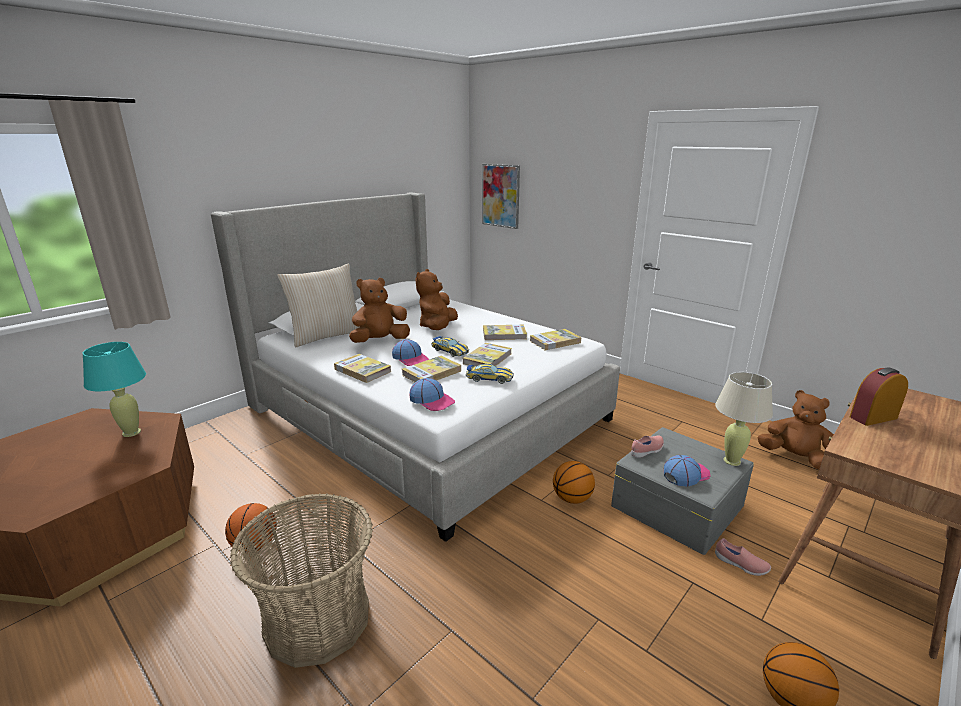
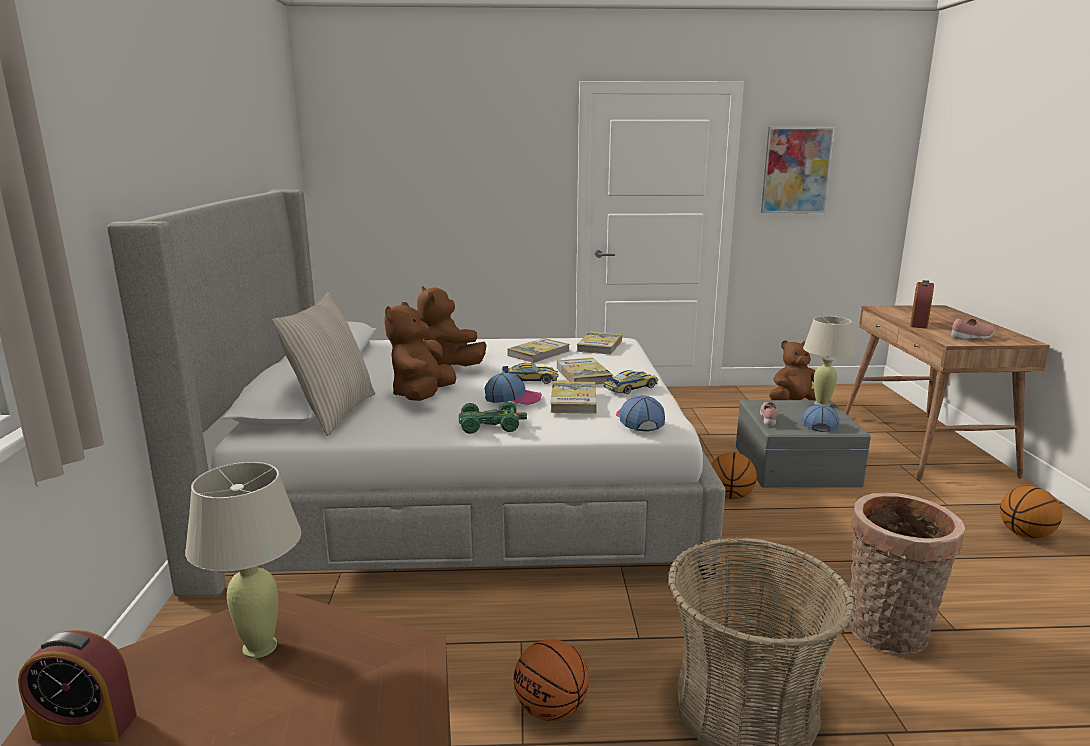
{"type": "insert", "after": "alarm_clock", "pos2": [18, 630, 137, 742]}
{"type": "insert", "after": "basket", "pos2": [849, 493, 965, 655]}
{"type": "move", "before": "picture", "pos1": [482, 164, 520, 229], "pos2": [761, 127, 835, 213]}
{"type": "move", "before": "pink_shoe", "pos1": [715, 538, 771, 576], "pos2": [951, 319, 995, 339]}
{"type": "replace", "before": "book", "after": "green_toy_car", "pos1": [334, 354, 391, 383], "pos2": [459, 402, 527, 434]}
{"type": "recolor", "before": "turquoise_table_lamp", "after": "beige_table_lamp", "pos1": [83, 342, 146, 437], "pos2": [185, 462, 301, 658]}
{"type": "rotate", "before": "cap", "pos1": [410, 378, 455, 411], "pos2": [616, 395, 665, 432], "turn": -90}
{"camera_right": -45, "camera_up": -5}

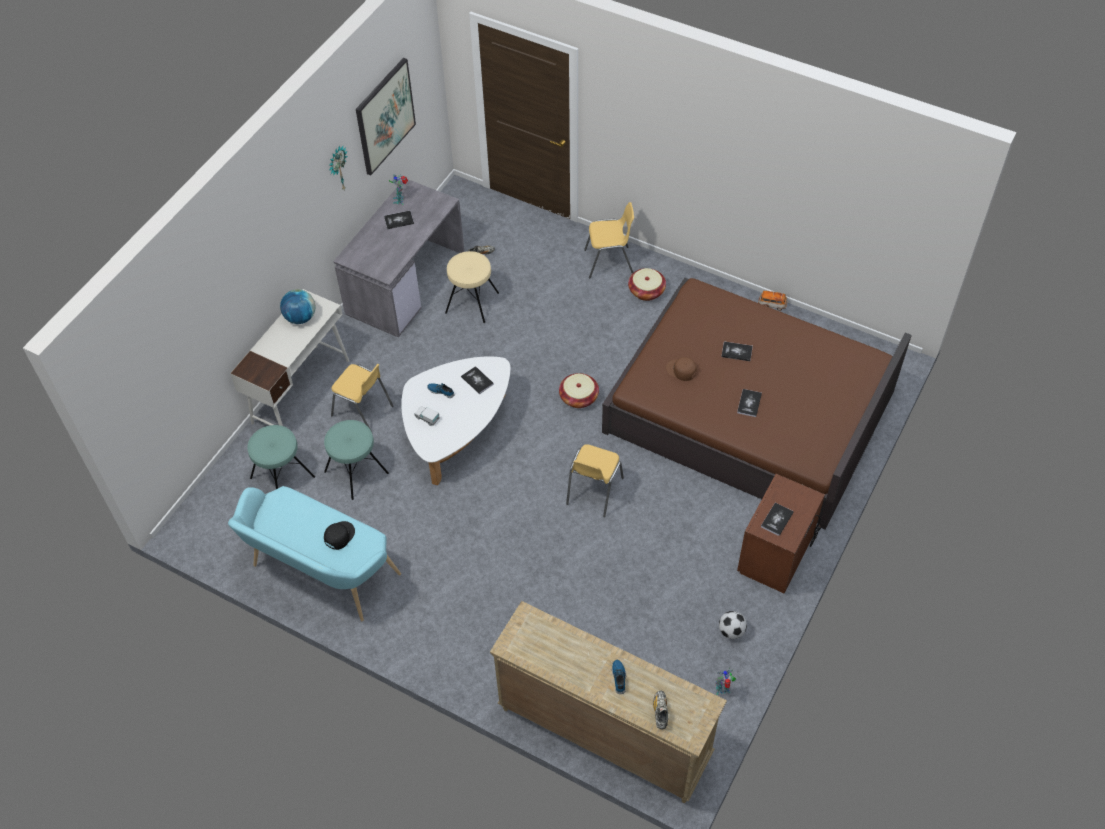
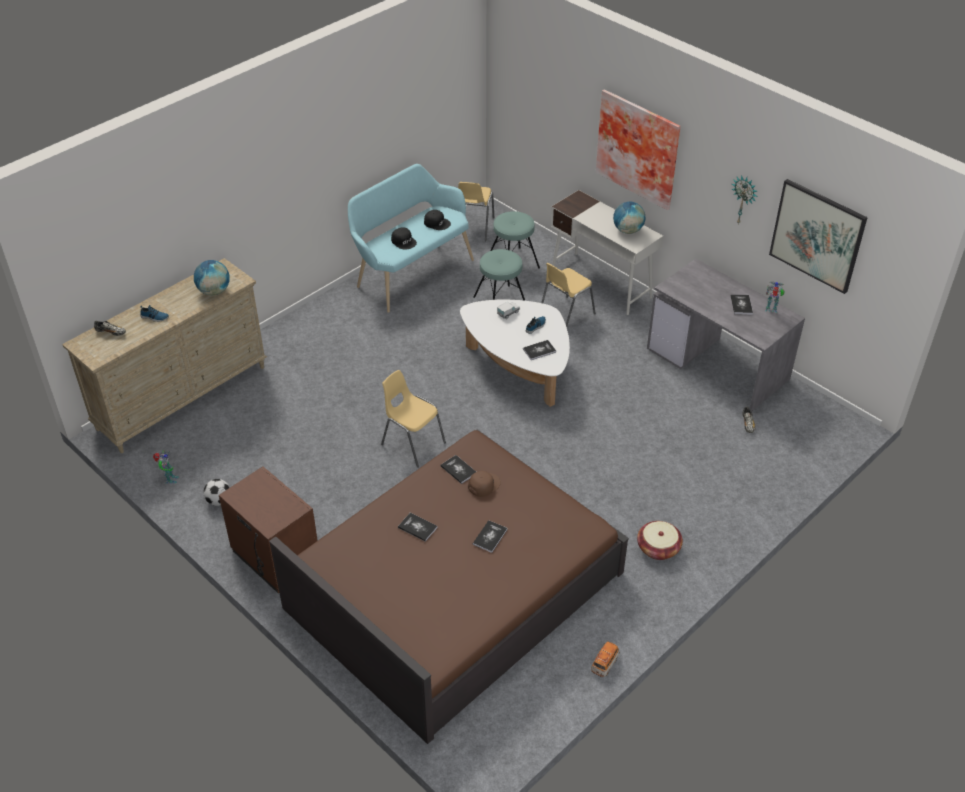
{"type": "delete", "before": "beige_stool", "pos1": [445, 251, 499, 323]}
{"type": "delete", "before": "basket", "pos1": [559, 373, 599, 408]}
{"type": "insert", "after": "globe", "pos2": [194, 260, 230, 295]}
{"type": "insert", "after": "black_cap", "pos2": [424, 210, 451, 230]}
{"type": "insert", "after": "picture", "pos2": [596, 89, 681, 210]}
{"type": "move", "before": "yellow_chair", "pos1": [584, 202, 634, 278], "pos2": [458, 182, 494, 241]}
{"type": "move", "before": "book", "pos1": [761, 502, 794, 536], "pos2": [440, 455, 476, 484]}
{"camera_right": 105, "camera_up": -10}

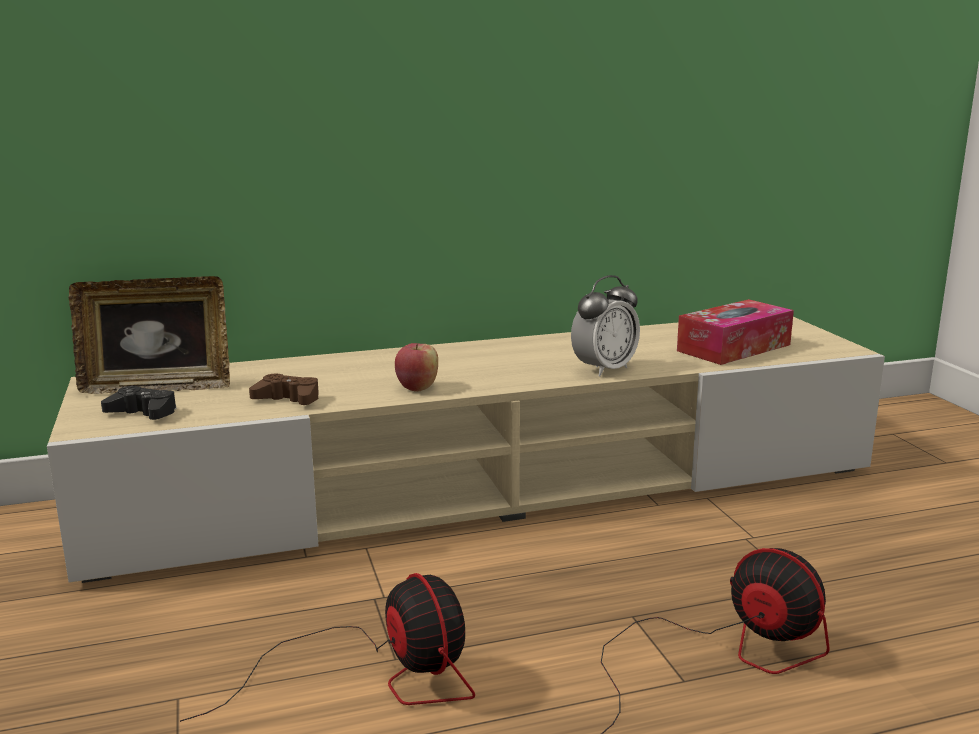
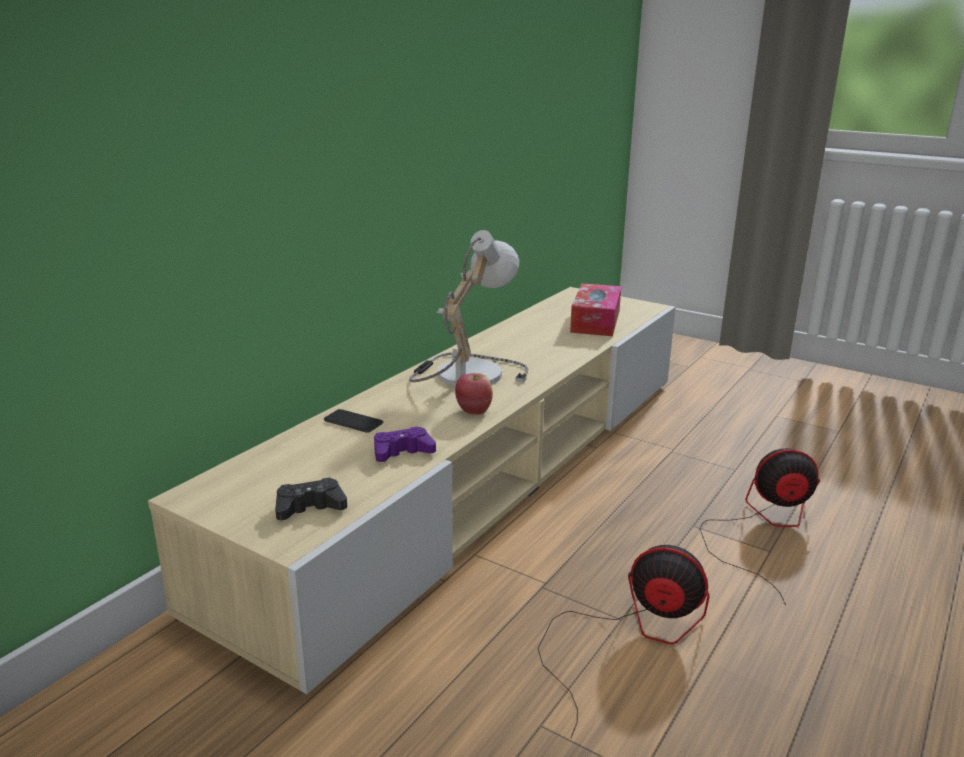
{"type": "delete", "before": "picture_frame", "pos1": [68, 276, 230, 394]}
{"type": "delete", "before": "alarm_clock", "pos1": [571, 275, 640, 377]}
{"type": "insert", "after": "phone", "pos2": [324, 409, 383, 433]}
{"type": "insert", "after": "table_lamp", "pos2": [409, 230, 528, 386]}
{"type": "recolor", "before": "brown_game_controller", "after": "purple_game_controller", "pos1": [249, 373, 319, 405], "pos2": [374, 426, 436, 462]}
{"camera_right": -40, "camera_up": 5}

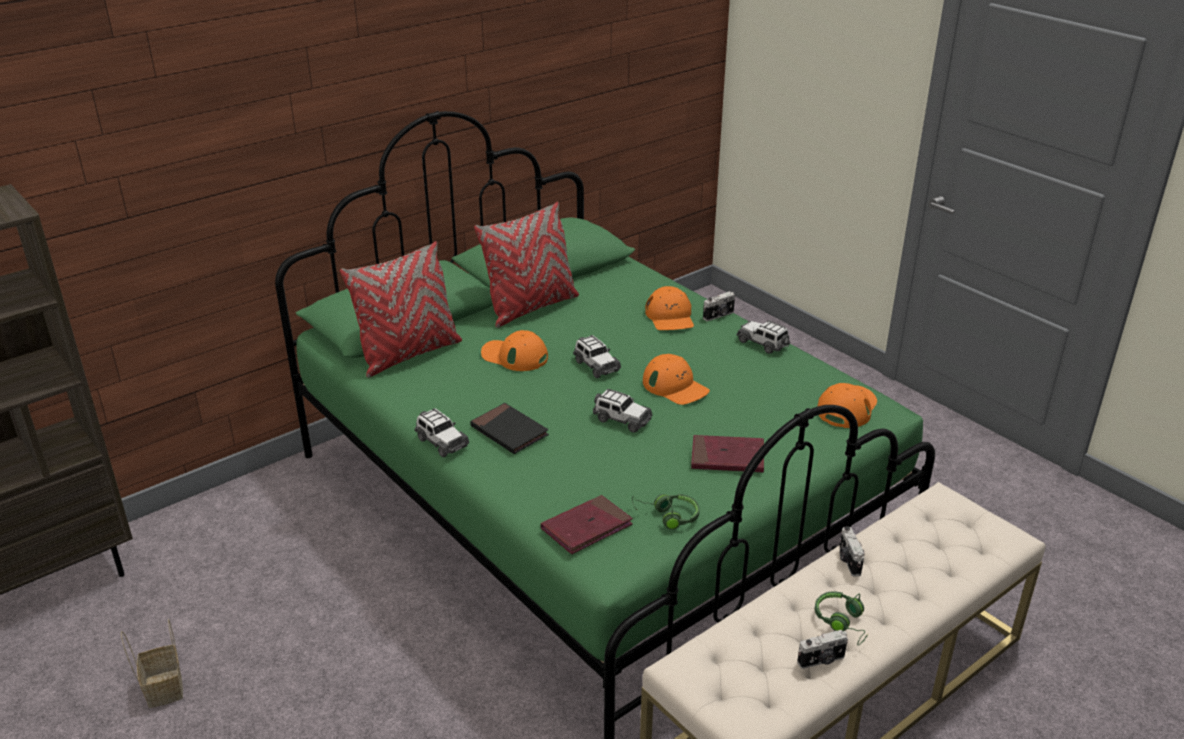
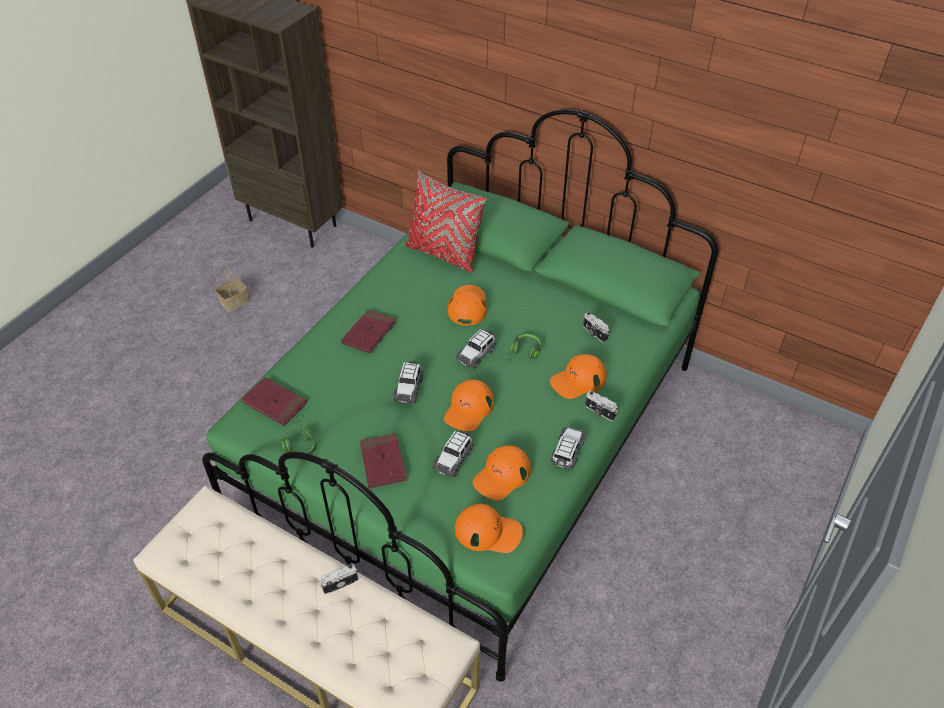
{"type": "delete", "before": "red_pillow", "pos1": [474, 202, 579, 328]}
{"type": "insert", "after": "orange_cap", "pos2": [473, 445, 531, 501]}
{"type": "move", "before": "toy_car", "pos1": [415, 408, 469, 457], "pos2": [432, 430, 474, 477]}
{"type": "move", "before": "photo_camera", "pos1": [797, 630, 848, 669], "pos2": [583, 312, 609, 343]}
{"type": "move", "before": "green_headphones", "pos1": [815, 591, 869, 646], "pos2": [501, 333, 542, 361]}
{"type": "recolor", "before": "black_book", "after": "red_book", "pos1": [470, 403, 549, 454], "pos2": [341, 309, 396, 354]}
{"camera_right": 70, "camera_up": 15}

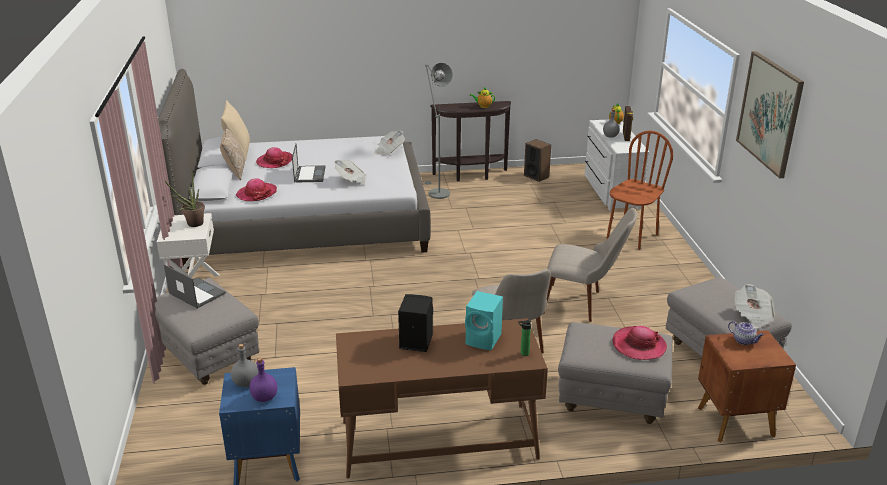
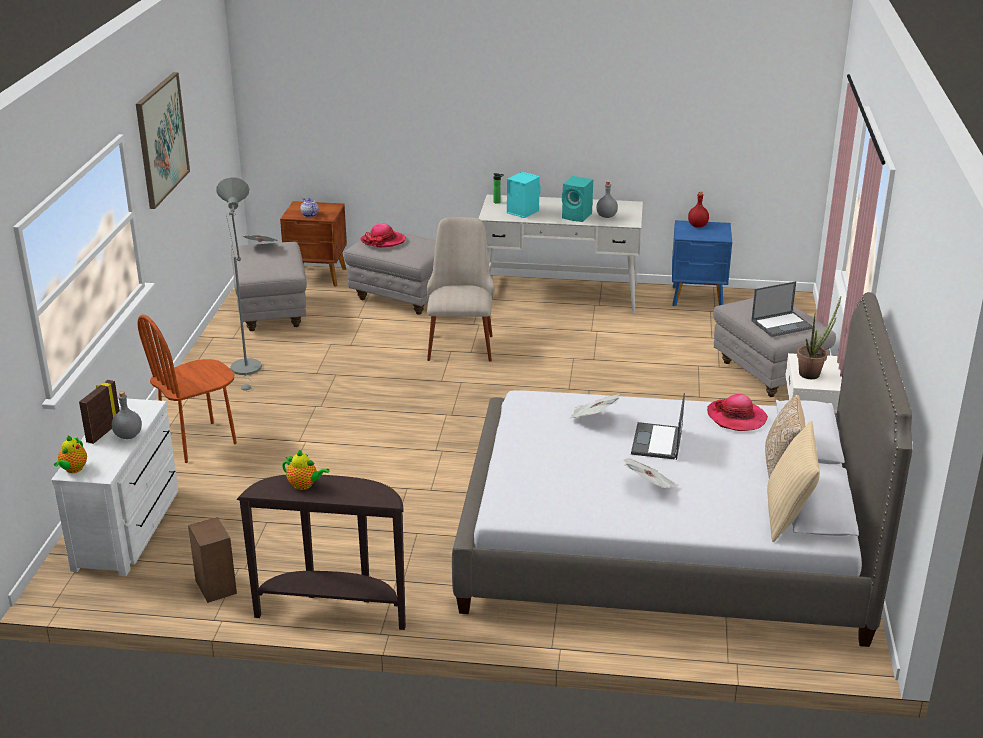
{"type": "delete", "before": "hat", "pos1": [256, 147, 292, 168]}
{"type": "delete", "before": "beige_chair", "pos1": [543, 208, 637, 322]}
{"type": "move", "before": "grey_bottle", "pos1": [231, 344, 258, 387], "pos2": [596, 181, 618, 218]}
{"type": "move", "before": "newspaper", "pos1": [374, 130, 405, 155], "pos2": [624, 458, 679, 489]}
{"type": "move", "before": "grey_floor_lamp", "pos1": [422, 63, 452, 199], "pos2": [216, 177, 262, 391]}
{"type": "recolor", "before": "purple_bottle", "after": "red_bottle", "pos1": [249, 358, 277, 402], "pos2": [688, 191, 709, 227]}
{"type": "recolor", "before": "brown_desk", "after": "white_desk", "pos1": [336, 318, 548, 478], "pos2": [478, 195, 643, 313]}
{"type": "recolor", "before": "black_speaker", "after": "turquoise_speaker", "pos1": [398, 294, 433, 352], "pos2": [562, 176, 593, 222]}
{"type": "rotate", "before": "laptop", "pos1": [164, 264, 226, 309], "pos2": [751, 281, 813, 337], "turn": -75}
{"camera_right": -165, "camera_up": 0}

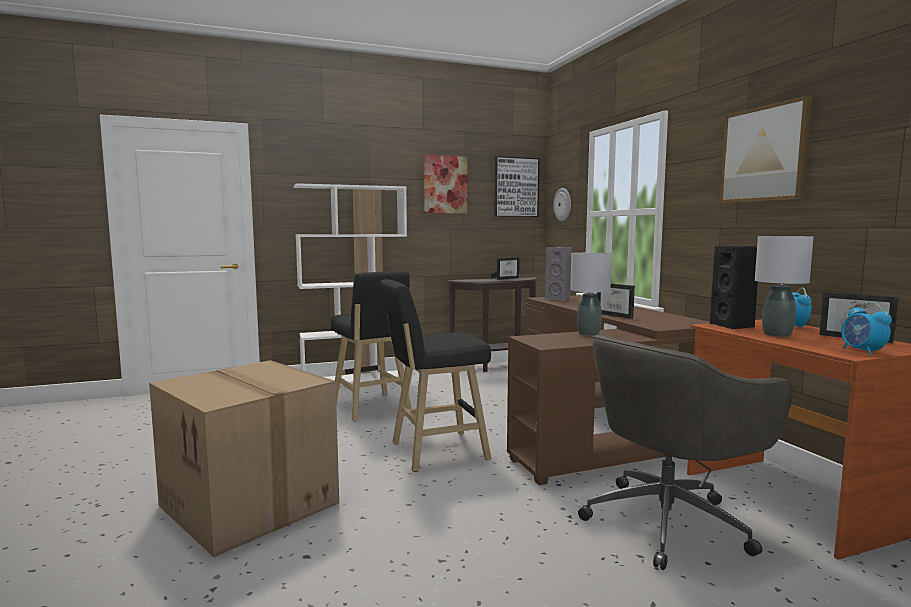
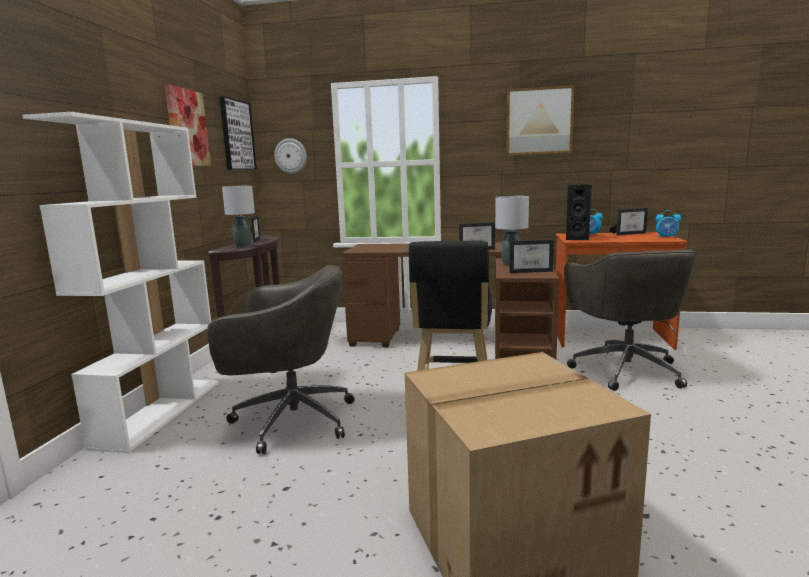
{"type": "delete", "before": "grey_speaker", "pos1": [545, 247, 572, 301]}
{"type": "insert", "after": "picture_frame", "pos2": [509, 239, 554, 273]}
{"type": "move", "before": "grey_table_lamp", "pos1": [755, 236, 814, 337], "pos2": [222, 186, 255, 247]}
{"type": "replace", "before": "black_stool", "after": "grey_office_chair", "pos1": [331, 271, 412, 422], "pos2": [207, 265, 355, 454]}
{"camera_right": -60, "camera_up": 5}

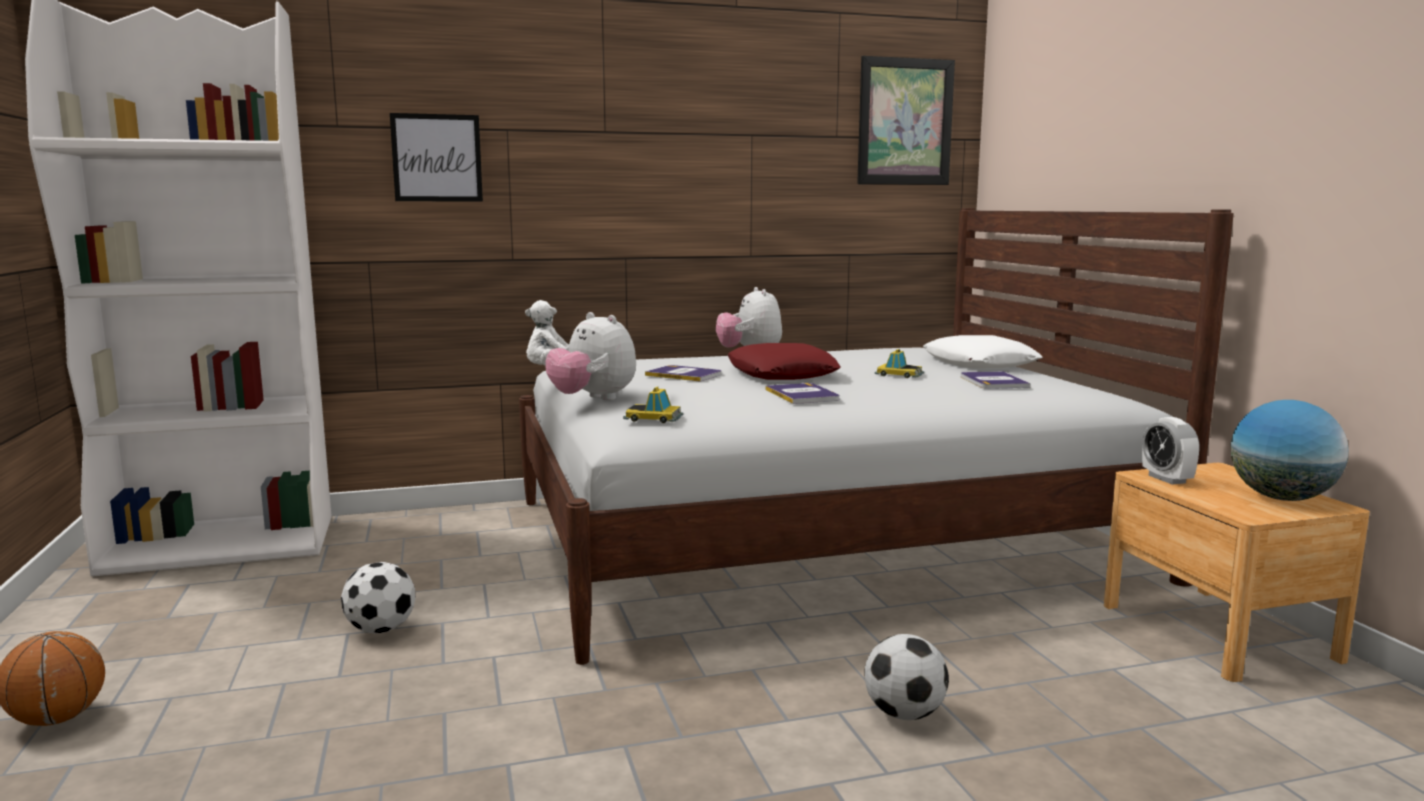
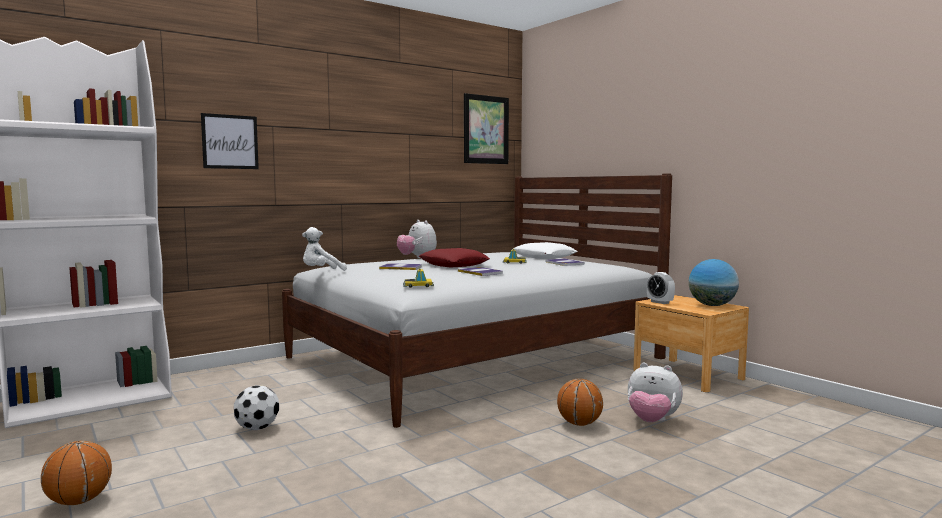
{"type": "move", "before": "plush_toy", "pos1": [545, 312, 636, 401], "pos2": [628, 363, 683, 422]}
{"type": "replace", "before": "football", "after": "basketball", "pos1": [864, 634, 949, 720], "pos2": [557, 378, 603, 426]}
{"camera_right": -20, "camera_up": -5}

